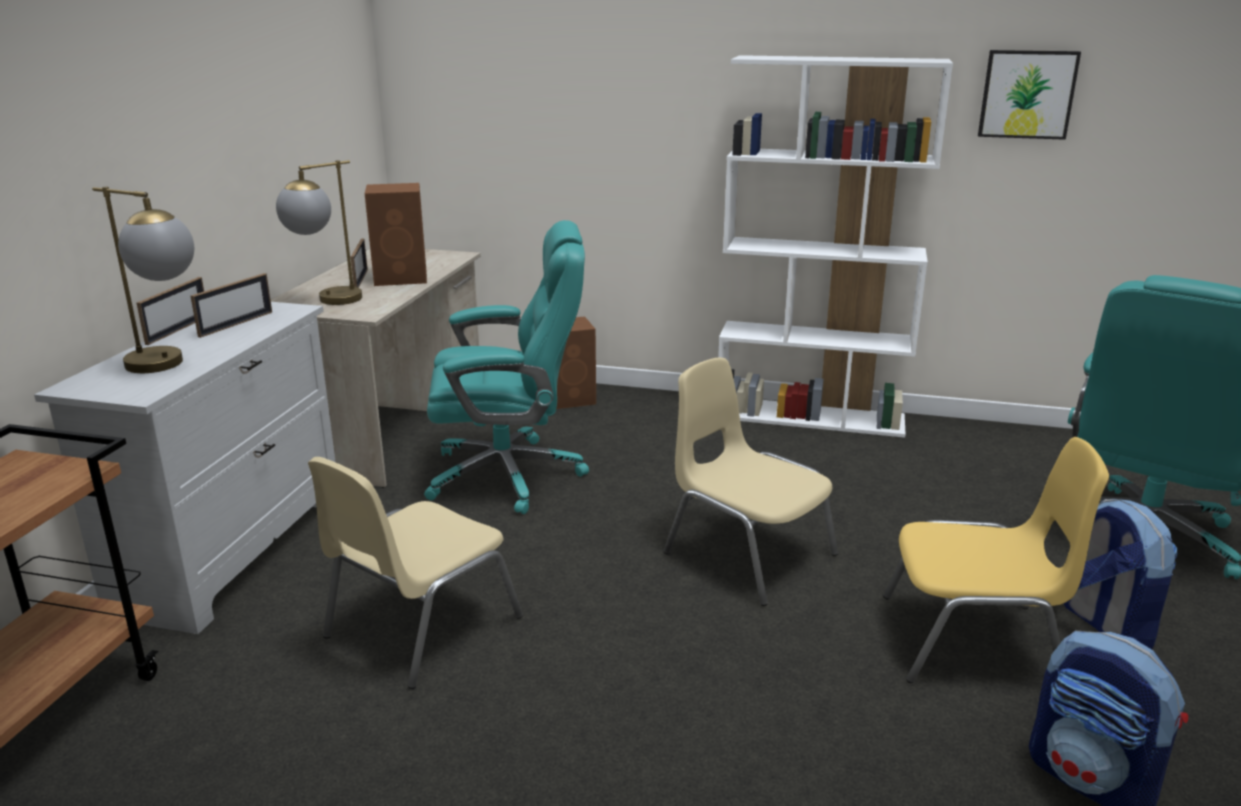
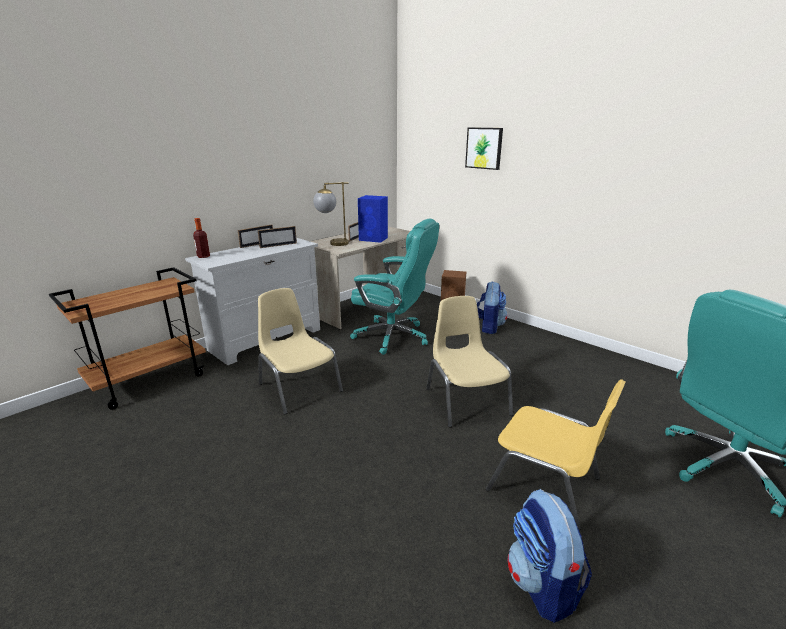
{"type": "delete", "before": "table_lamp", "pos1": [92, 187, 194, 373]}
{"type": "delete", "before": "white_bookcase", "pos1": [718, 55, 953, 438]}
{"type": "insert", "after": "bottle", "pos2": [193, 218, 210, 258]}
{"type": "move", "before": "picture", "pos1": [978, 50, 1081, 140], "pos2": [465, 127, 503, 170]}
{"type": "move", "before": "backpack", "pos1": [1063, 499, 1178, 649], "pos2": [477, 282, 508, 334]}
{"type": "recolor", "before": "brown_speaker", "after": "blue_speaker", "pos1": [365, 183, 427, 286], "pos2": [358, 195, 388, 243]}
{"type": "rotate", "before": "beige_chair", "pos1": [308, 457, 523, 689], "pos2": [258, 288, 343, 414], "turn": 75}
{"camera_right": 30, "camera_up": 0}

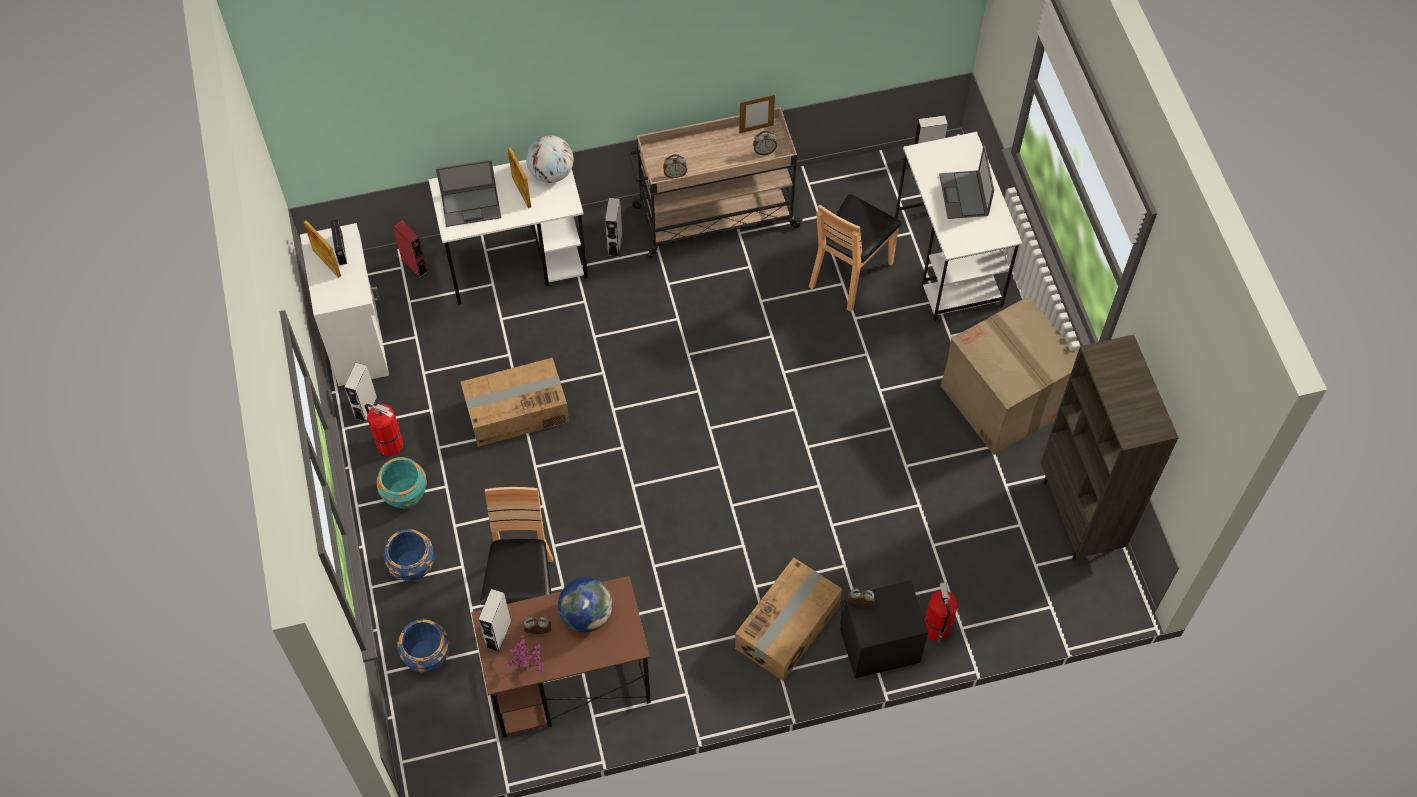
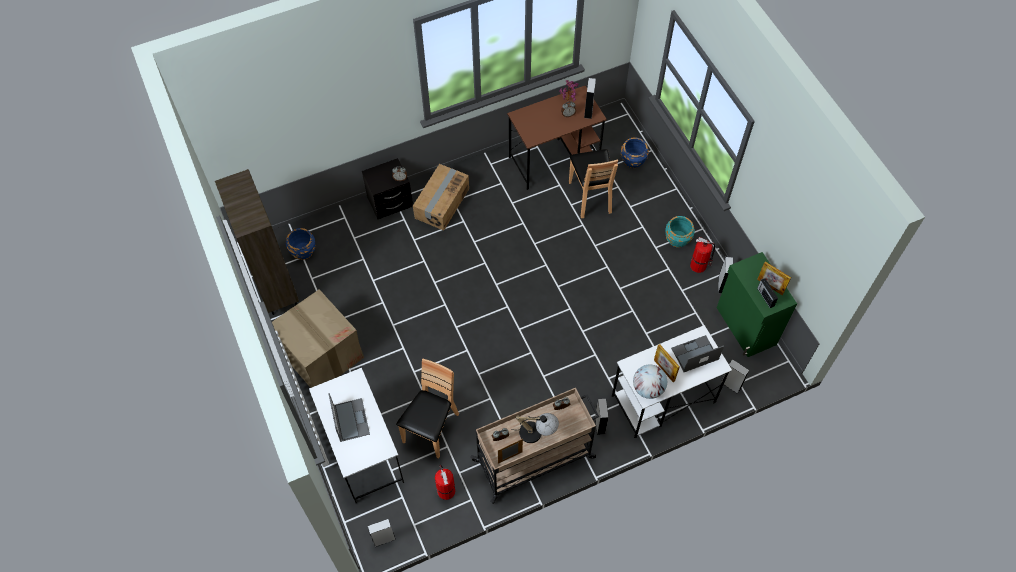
{"type": "delete", "before": "cardboard_box", "pos1": [461, 358, 569, 447]}
{"type": "delete", "before": "globe", "pos1": [558, 577, 613, 632]}
{"type": "insert", "after": "table_lamp", "pos2": [511, 413, 559, 443]}
{"type": "move", "before": "blue_planter", "pos1": [383, 529, 434, 581], "pos2": [286, 228, 315, 260]}
{"type": "move", "before": "fire_extinguisher", "pos1": [924, 582, 958, 642], "pos2": [435, 465, 455, 500]}
{"type": "recolor", "before": "white_cabinet", "after": "green_cabinet", "pos1": [300, 223, 389, 386], "pos2": [717, 252, 797, 357]}
{"type": "recolor", "before": "red_speaker", "after": "grey_speaker", "pos1": [393, 220, 428, 278], "pos2": [720, 359, 750, 394]}
{"camera_right": 170, "camera_up": 0}

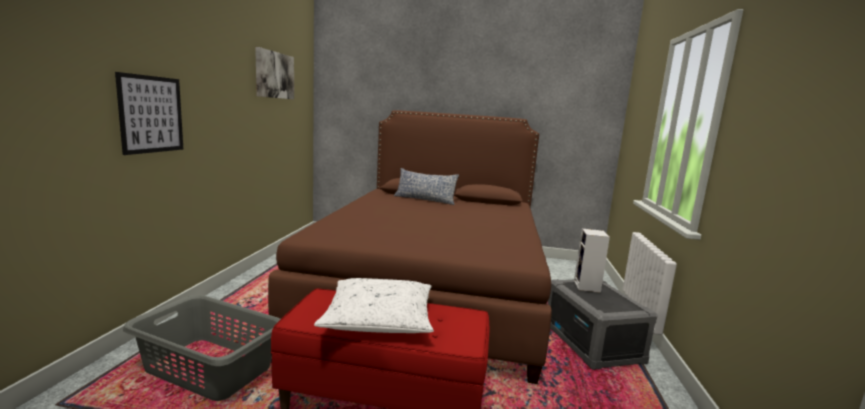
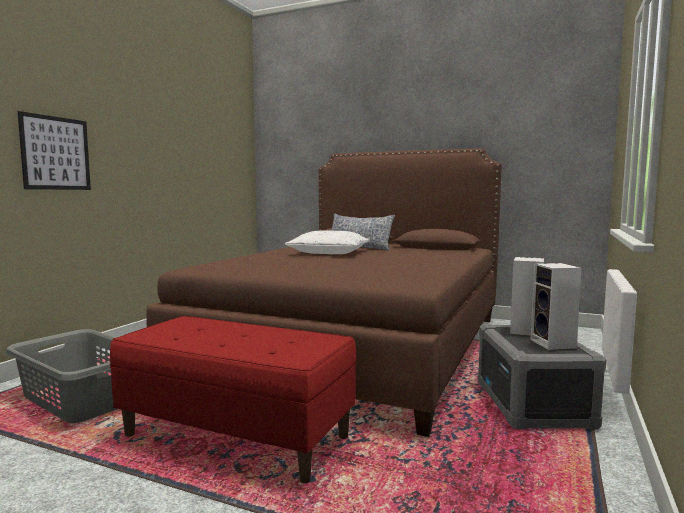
{"type": "delete", "before": "picture", "pos1": [255, 47, 294, 100]}
{"type": "insert", "after": "speaker", "pos2": [530, 263, 582, 350]}
{"type": "move", "before": "white_pillow", "pos1": [314, 278, 434, 333], "pos2": [285, 231, 370, 254]}
{"camera_right": 15, "camera_up": -5}

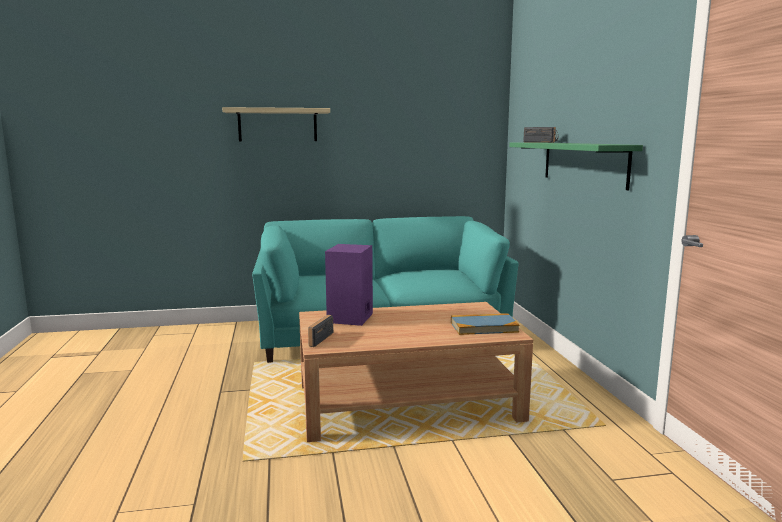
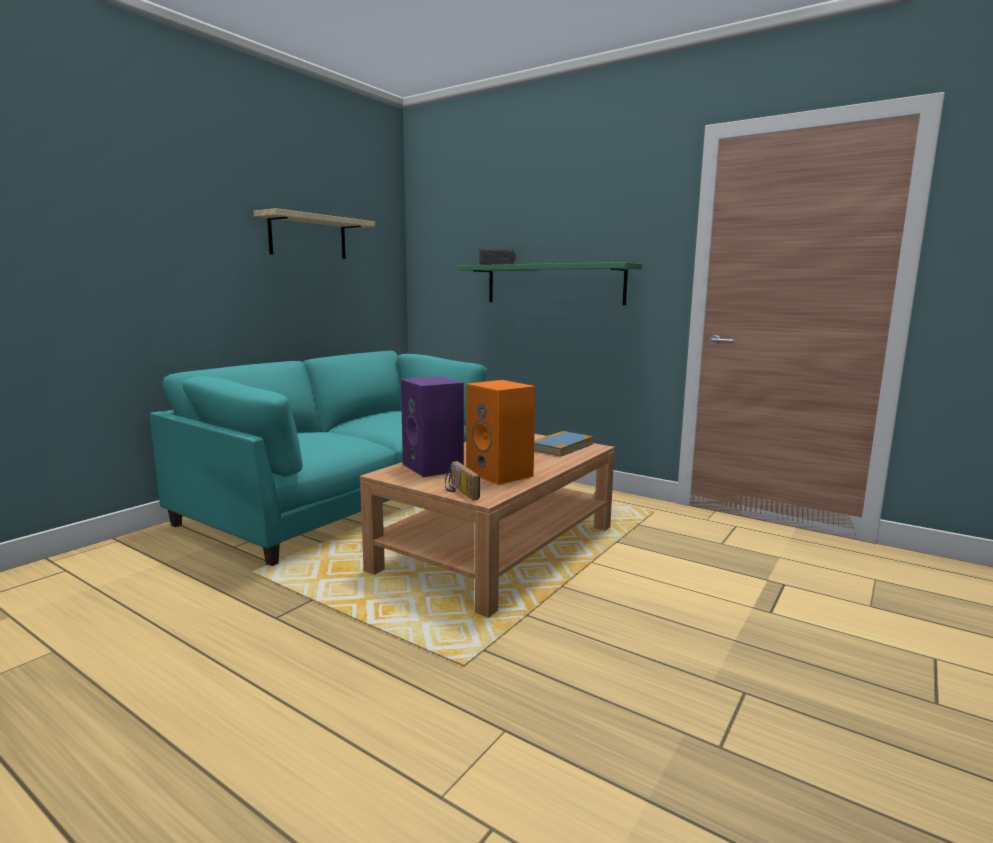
{"type": "insert", "after": "orange_speaker", "pos2": [466, 380, 536, 485]}
{"type": "move", "before": "shelf", "pos1": [222, 107, 330, 141], "pos2": [253, 208, 375, 259]}
{"camera_right": -45, "camera_up": 0}

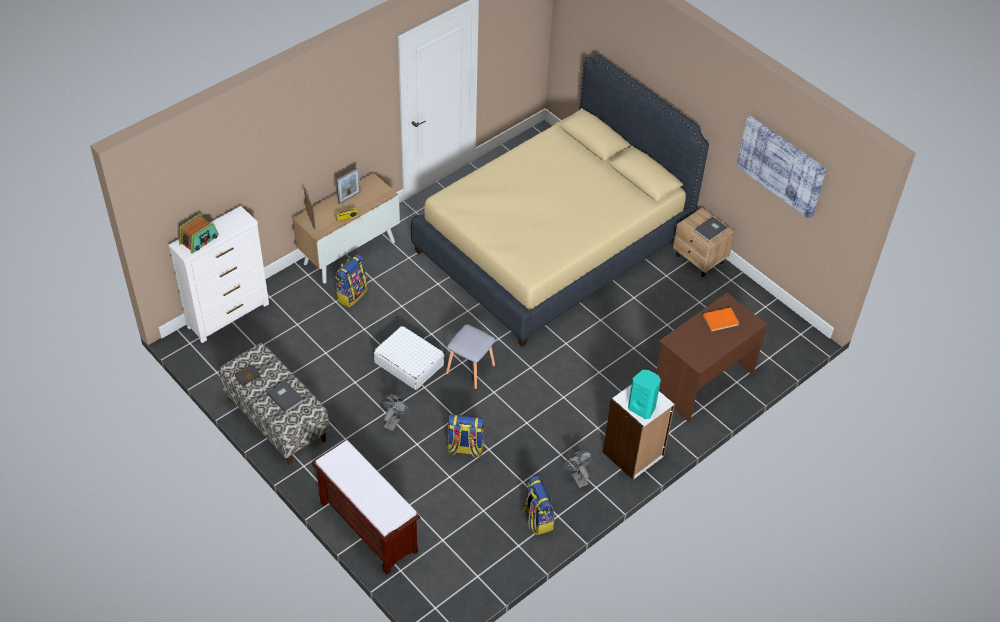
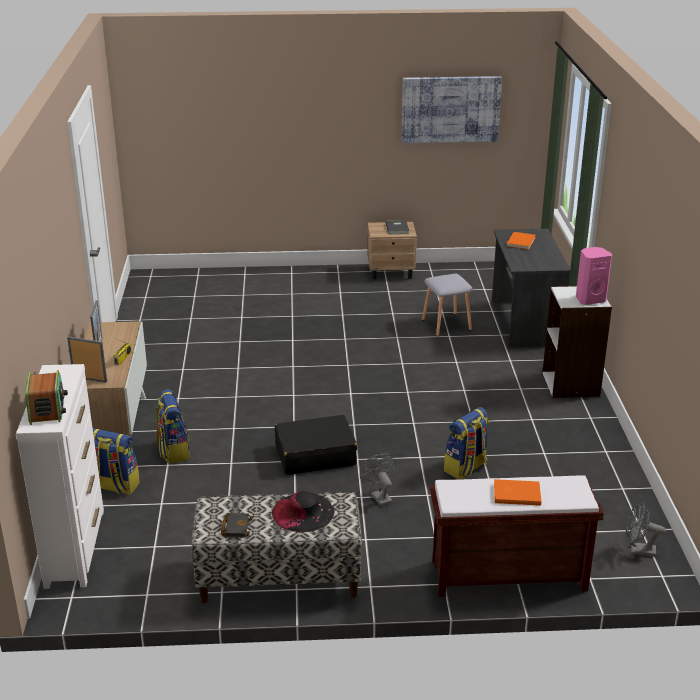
{"type": "delete", "before": "beige_bed", "pos1": [411, 54, 709, 347]}
{"type": "insert", "after": "orange_book", "pos2": [494, 479, 541, 506]}
{"type": "move", "before": "grey_stool", "pos1": [446, 324, 495, 389], "pos2": [422, 274, 473, 336]}
{"type": "move", "before": "backpack", "pos1": [522, 476, 555, 535], "pos2": [93, 428, 140, 495]}
{"type": "move", "before": "grey_fan", "pos1": [564, 451, 592, 488], "pos2": [626, 503, 666, 557]}
{"type": "replace", "before": "grey_book", "after": "black_hat", "pos1": [267, 381, 304, 413], "pos2": [272, 491, 334, 532]}
{"type": "recolor", "before": "white_suitcase", "after": "black_suitcase", "pos1": [374, 326, 445, 390], "pos2": [275, 415, 357, 475]}
{"type": "recolor", "before": "turquoise_speaker", "after": "pink_speaker", "pos1": [628, 370, 661, 419], "pos2": [576, 247, 612, 305]}
{"type": "recolor", "before": "brown_desk", "after": "grey_desk", "pos1": [656, 293, 767, 422], "pos2": [492, 229, 571, 348]}
{"camera_right": -50, "camera_up": -20}

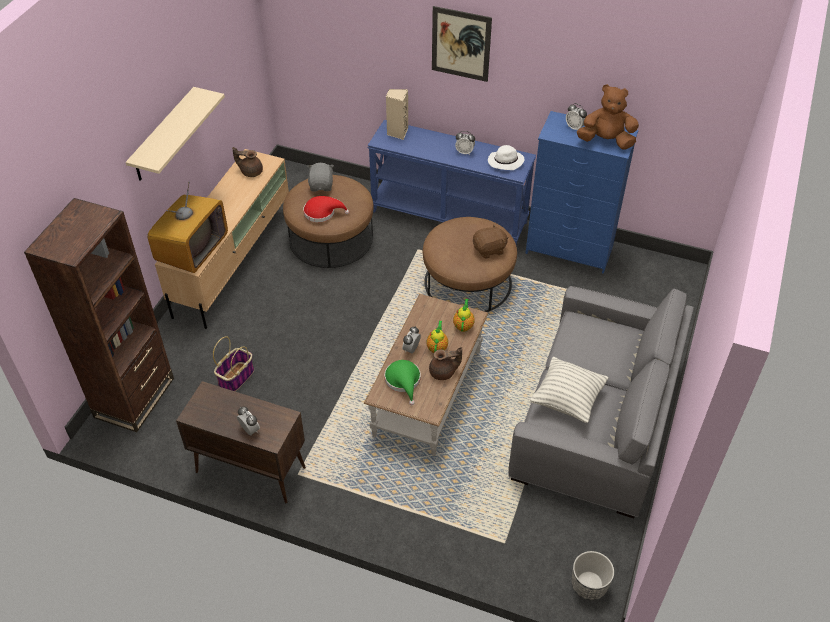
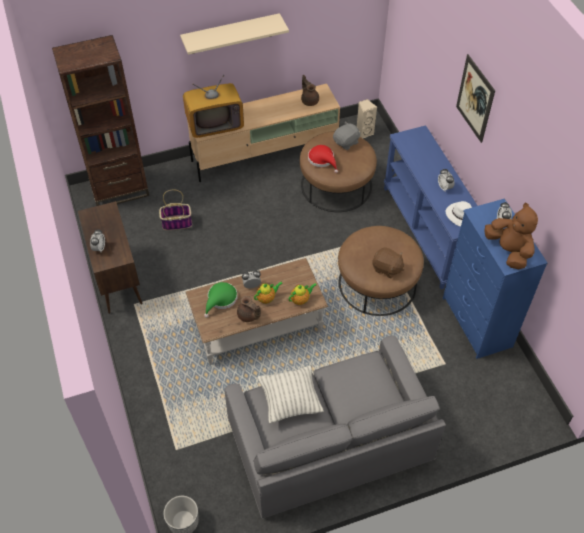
{"type": "move", "before": "beige_speaker", "pos1": [386, 89, 408, 140], "pos2": [357, 99, 377, 138]}
{"camera_right": 50, "camera_up": 5}

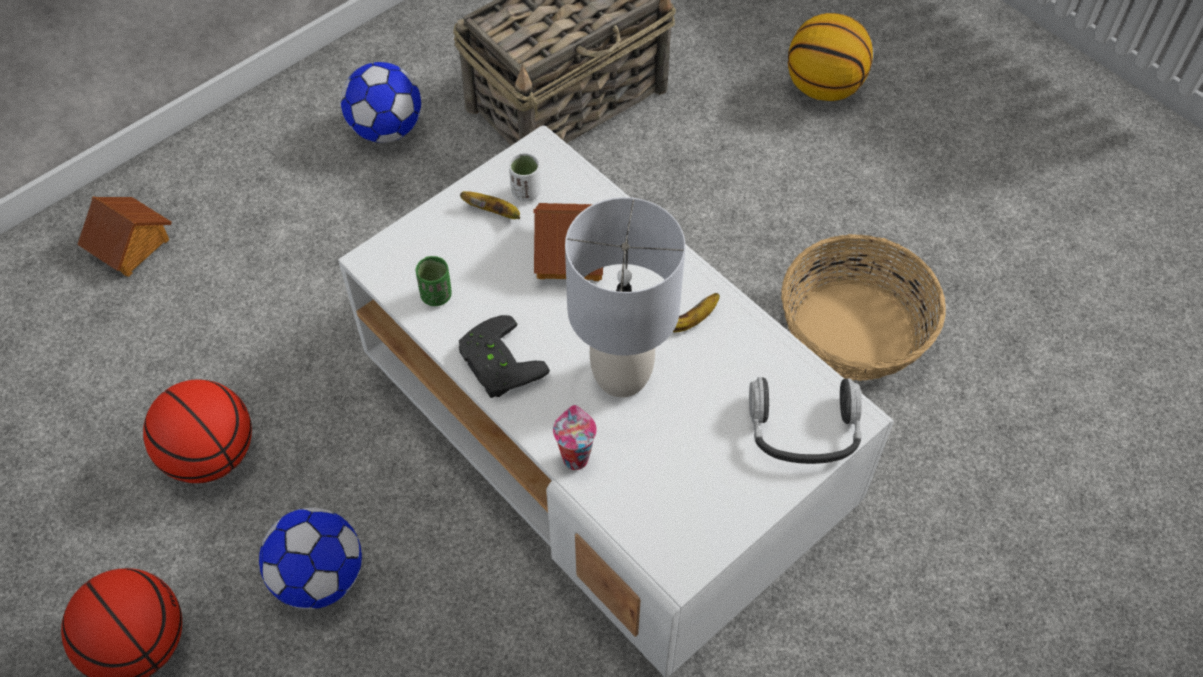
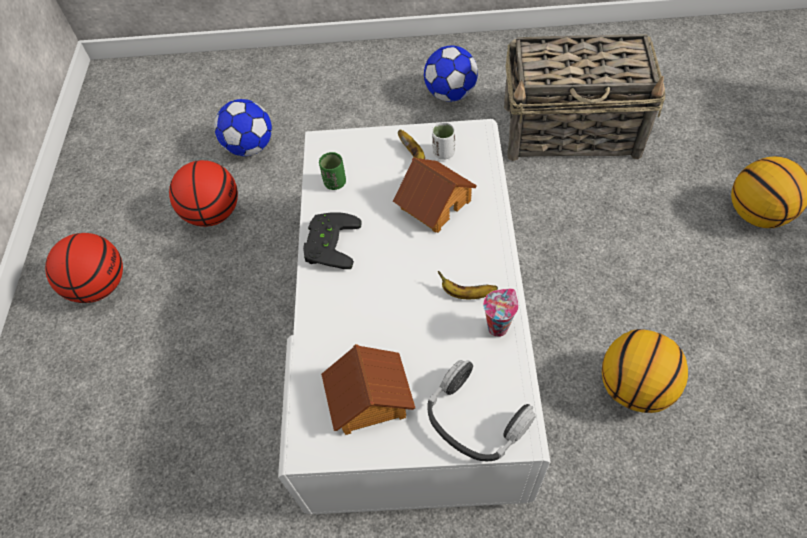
{"type": "delete", "before": "grey_table_lamp", "pos1": [565, 197, 685, 397]}
{"type": "move", "before": "toy_house", "pos1": [77, 197, 172, 277], "pos2": [321, 344, 415, 435]}
{"type": "move", "before": "football", "pos1": [259, 508, 362, 609], "pos2": [214, 99, 272, 156]}
{"type": "move", "before": "cup", "pos1": [553, 405, 597, 470], "pos2": [483, 289, 518, 337]}
{"type": "replace", "before": "basket", "after": "basketball", "pos1": [781, 234, 946, 381], "pos2": [602, 329, 688, 413]}
{"camera_right": 45, "camera_up": 0}

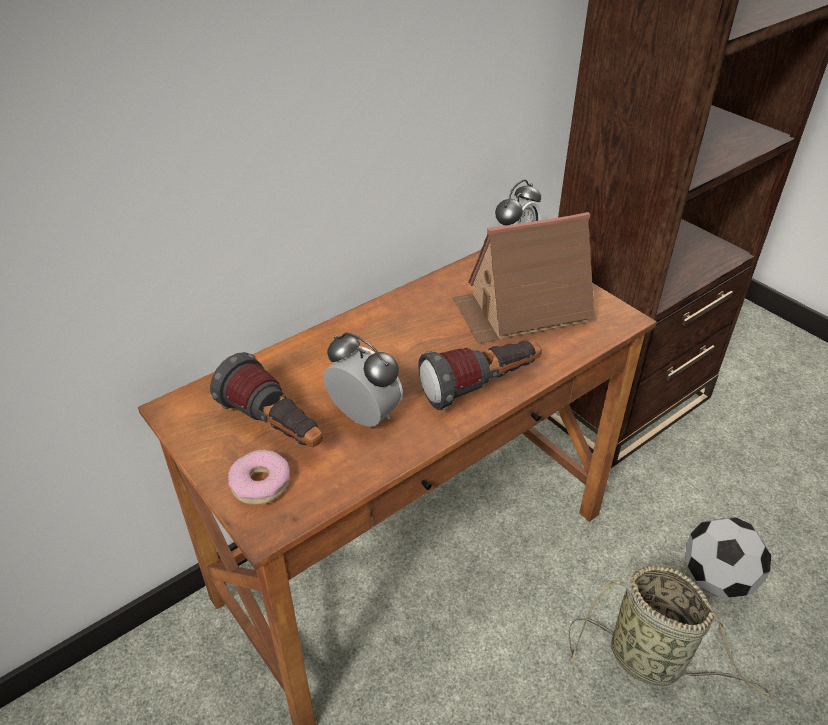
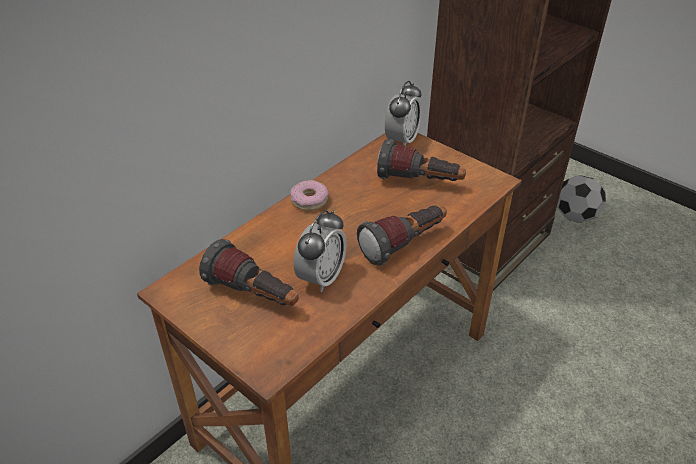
{"type": "delete", "before": "basket", "pos1": [569, 566, 771, 698]}
{"type": "move", "before": "donut", "pos1": [228, 450, 290, 505], "pos2": [290, 180, 329, 211]}
{"type": "move", "before": "football", "pos1": [685, 517, 771, 598], "pos2": [557, 175, 606, 223]}
{"type": "replace", "before": "toy_house", "after": "flashlight", "pos1": [452, 212, 595, 344], "pos2": [377, 139, 466, 181]}
{"type": "rotate", "before": "alarm_clock", "pos1": [323, 332, 403, 427], "pos2": [293, 210, 346, 292], "turn": 90}
{"camera_right": -10, "camera_up": 0}

